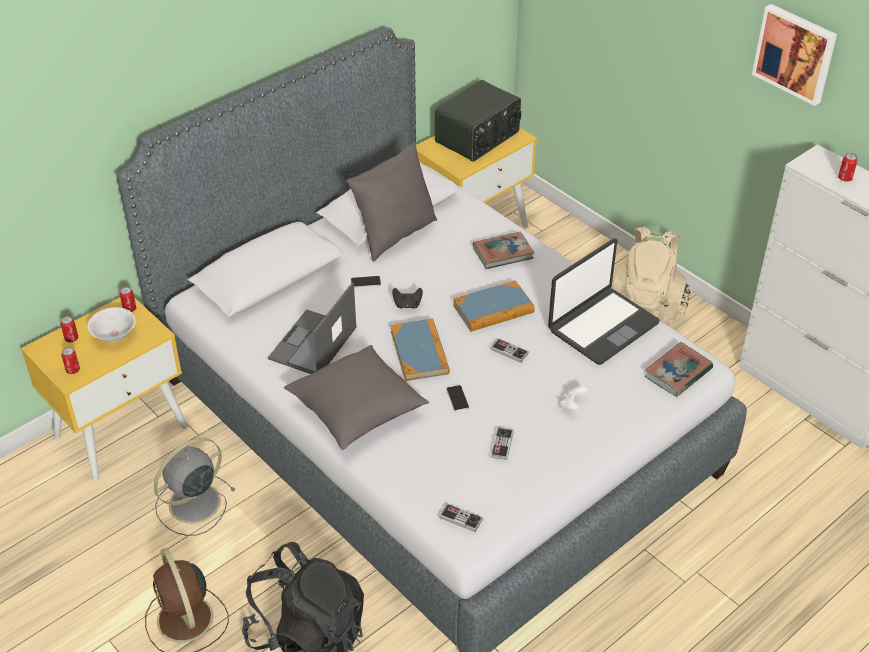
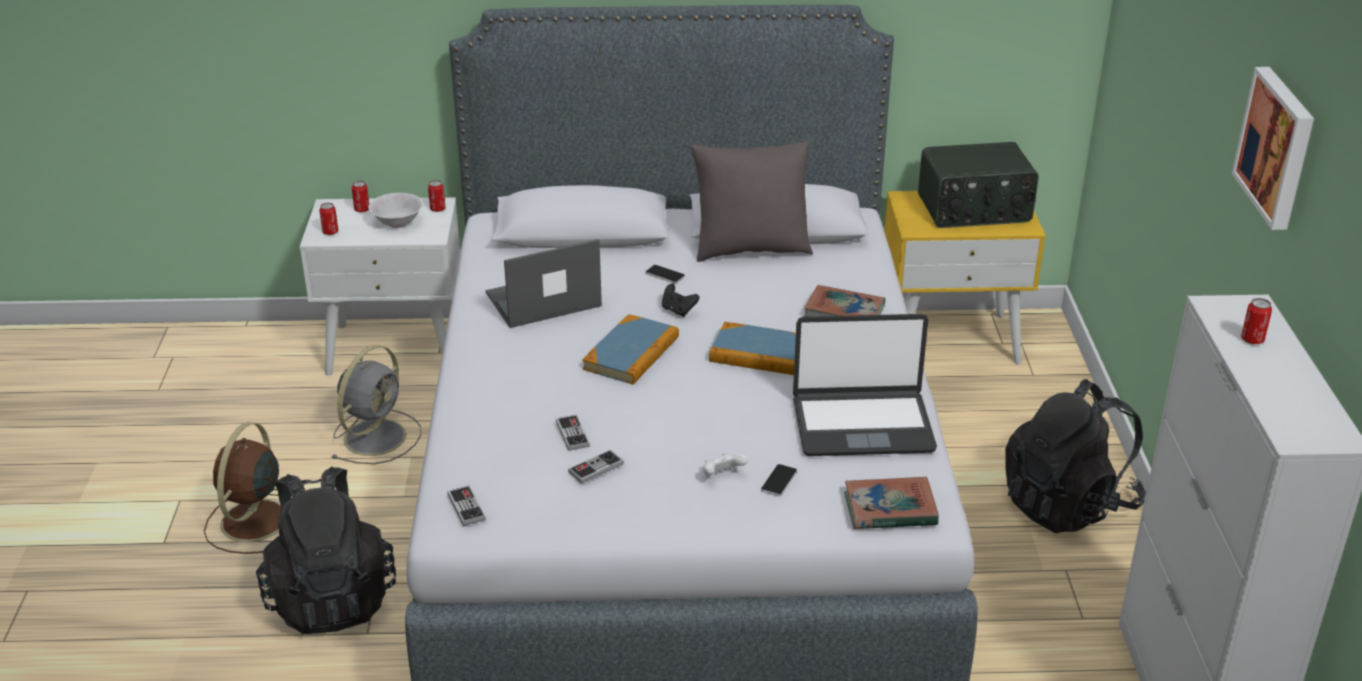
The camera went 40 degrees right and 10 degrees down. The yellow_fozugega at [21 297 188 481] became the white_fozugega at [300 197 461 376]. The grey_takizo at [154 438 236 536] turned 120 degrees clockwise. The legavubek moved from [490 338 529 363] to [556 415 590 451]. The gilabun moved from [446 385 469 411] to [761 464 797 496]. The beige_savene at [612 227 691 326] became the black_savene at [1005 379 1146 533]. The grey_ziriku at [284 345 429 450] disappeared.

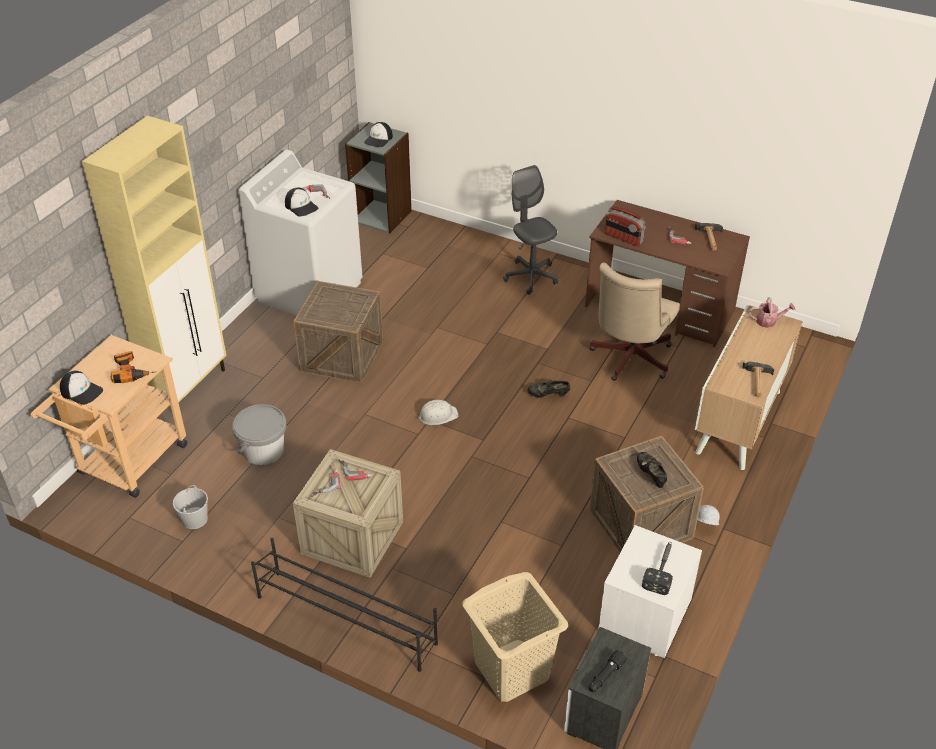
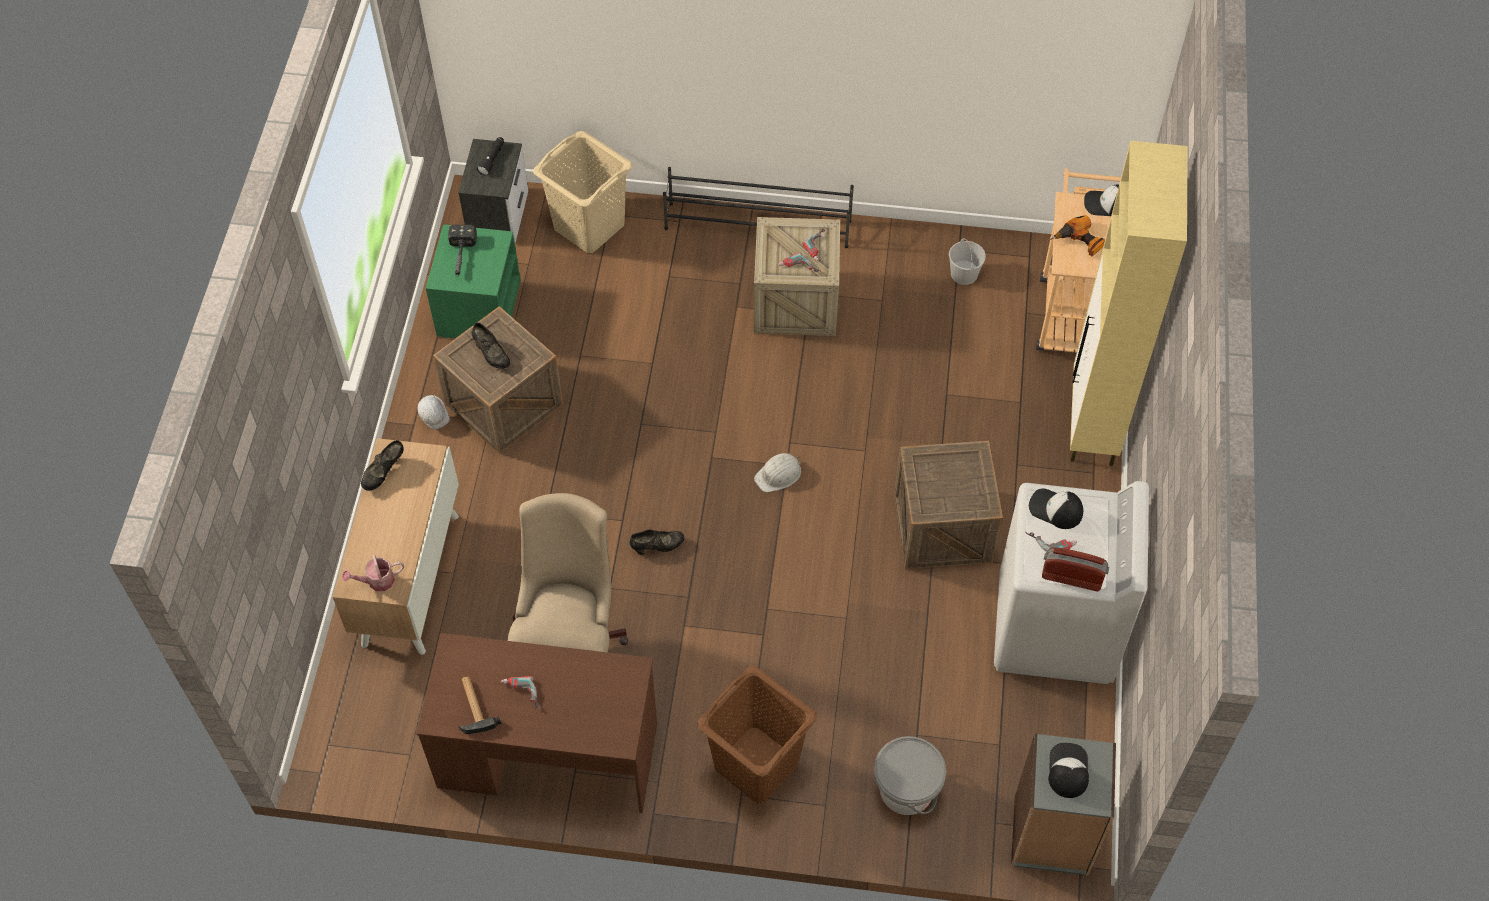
The camera went 160 degrees right and 15 degrees up. The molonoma at [743 361 774 397] was replaced by the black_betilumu at [361 440 404 491]. The white_fozugega at [598 525 702 658] became the green_fozugega at [426 224 521 338]. The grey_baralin at [503 165 558 295] was replaced by the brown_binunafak at [697 666 817 804]. The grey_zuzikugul moved from [232 404 287 465] to [874 736 946 815]. The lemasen moved from [605 206 646 246] to [1042 547 1109 591].

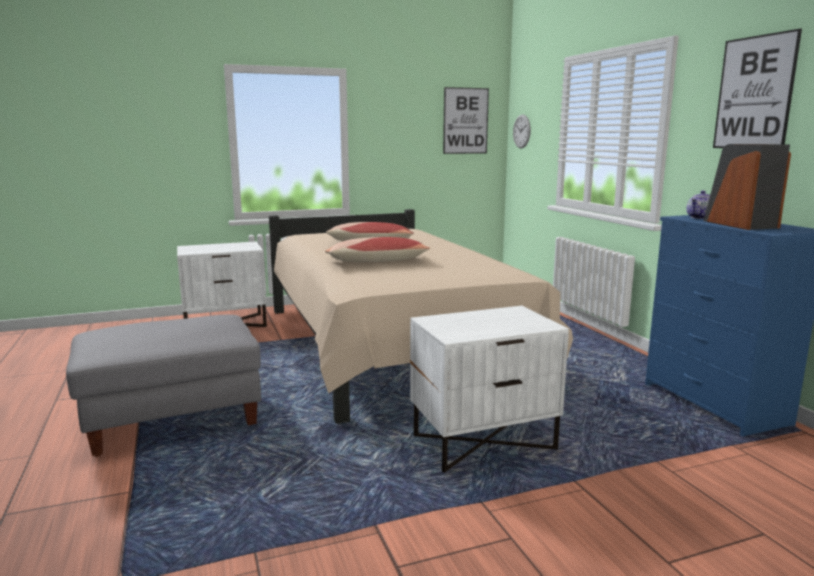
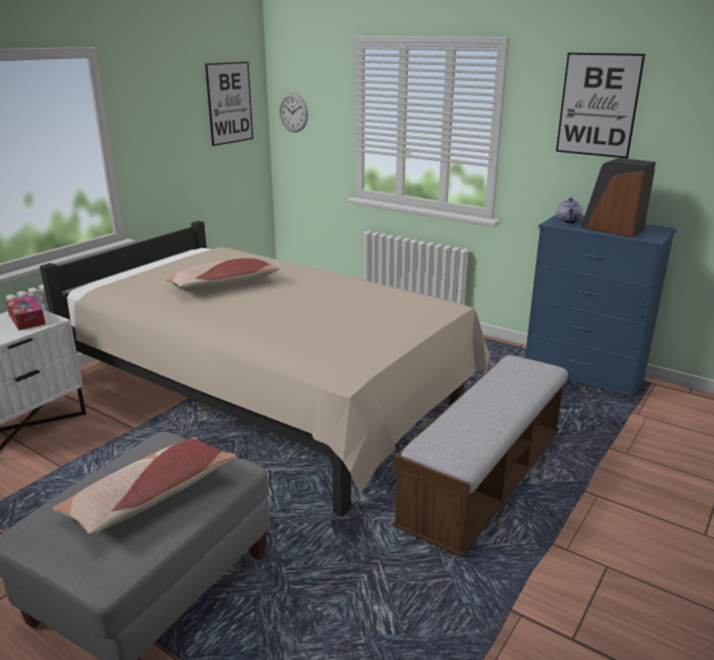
The camera went 35 degrees left and 10 degrees up. The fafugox at [6 296 45 330] appeared. The ziriku moved from [325 237 430 262] to [53 438 237 534]. The white_fozugega at [410 306 569 473] was replaced by the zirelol at [392 354 568 558].

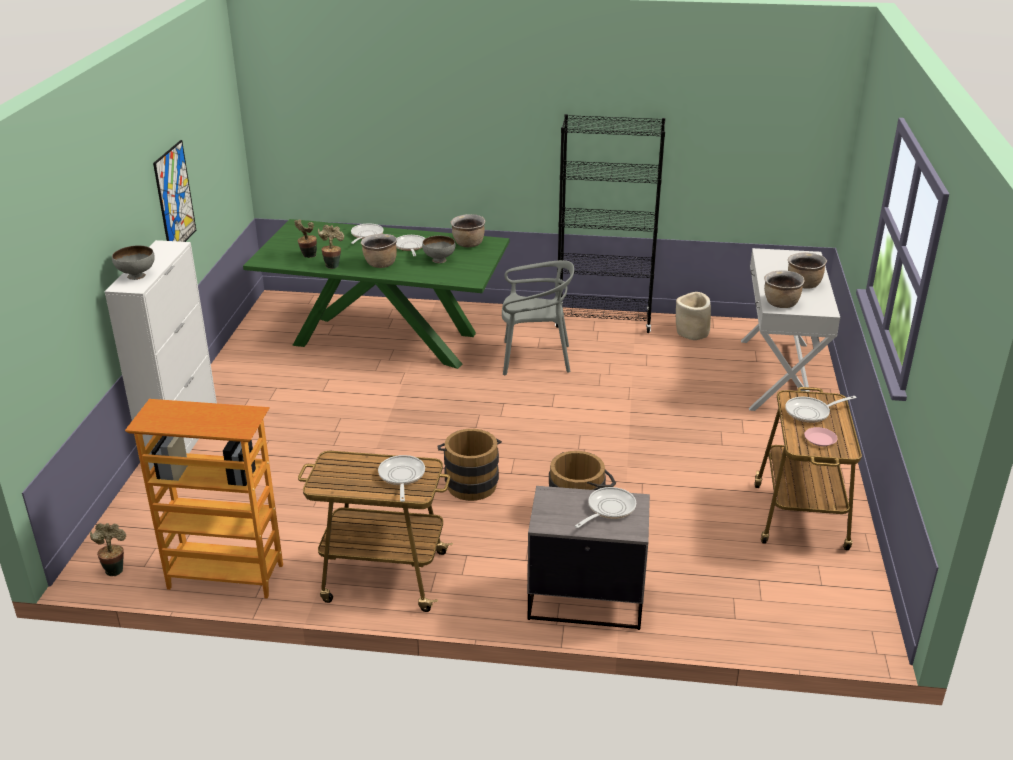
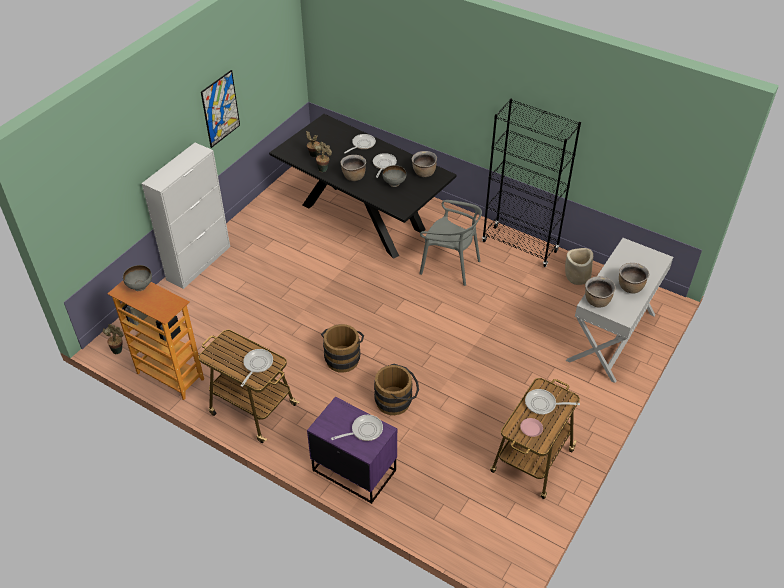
The camera went 25 degrees right and 15 degrees up. The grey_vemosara moved from [112 245 155 280] to [123 265 152 291]. The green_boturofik at [243 219 509 369] became the black_boturofik at [269 114 456 259]. The grey_fozugega at [527 486 650 630] became the purple_fozugega at [307 397 397 504].

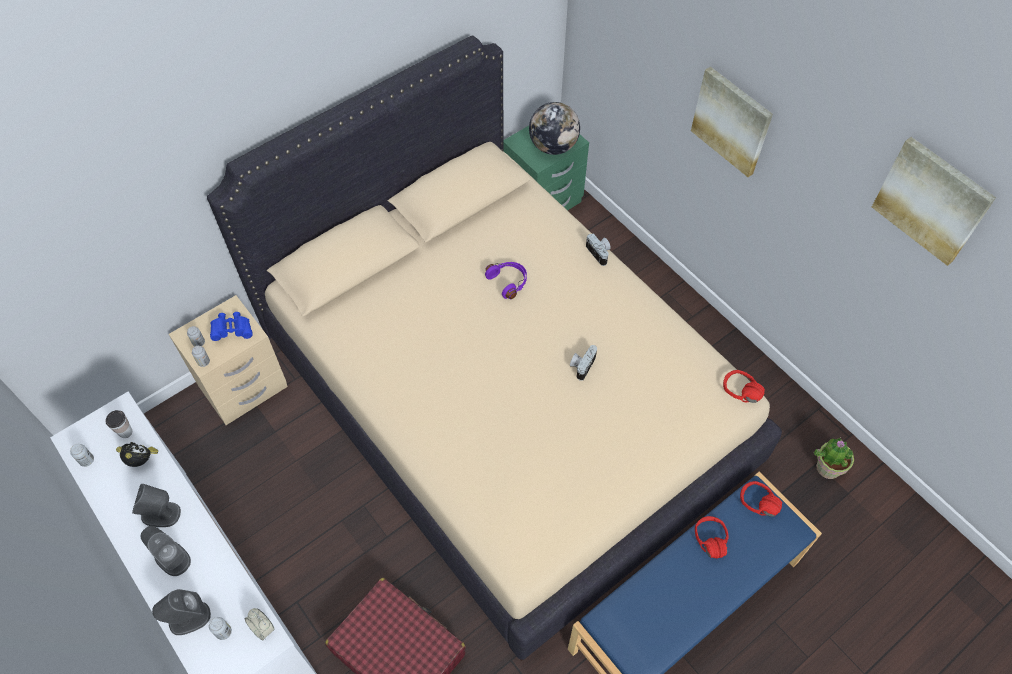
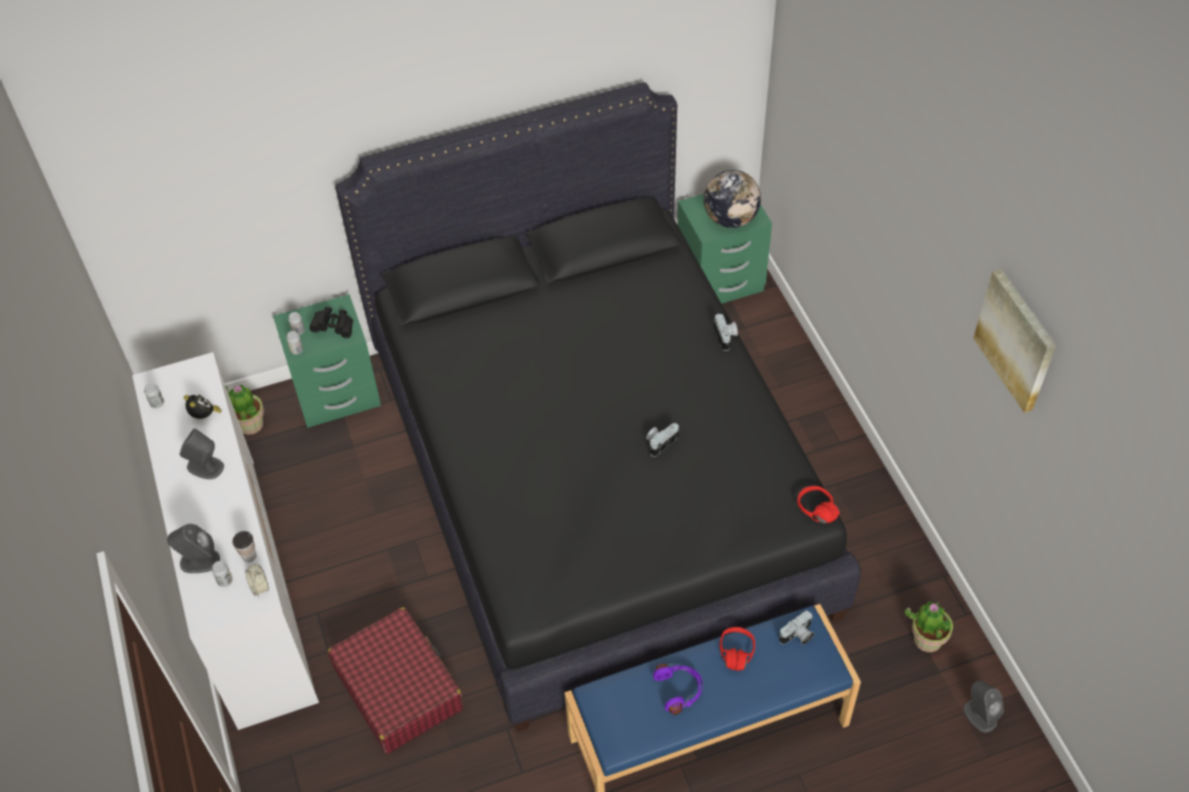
The camera went 20 degrees right and 5 degrees down. The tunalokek at [225 385 264 435] appeared. The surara moved from [105 410 132 438] to [232 531 256 562]. The beige_fozugega at [169 295 288 425] became the green_fozugega at [273 294 381 428]. The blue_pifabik at [210 312 253 341] became the black_pifabik at [309 307 353 338]. The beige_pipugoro at [207 35 782 661] became the black_pipugoro at [335 82 861 732]. The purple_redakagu moved from [485 262 527 299] to [653 664 703 715]. The red_redakagu at [740 481 782 517] was replaced by the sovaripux at [779 611 814 645]. The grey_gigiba moved from [141 526 191 576] to [963 681 1004 732]. The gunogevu at [691 67 773 177] disappeared.

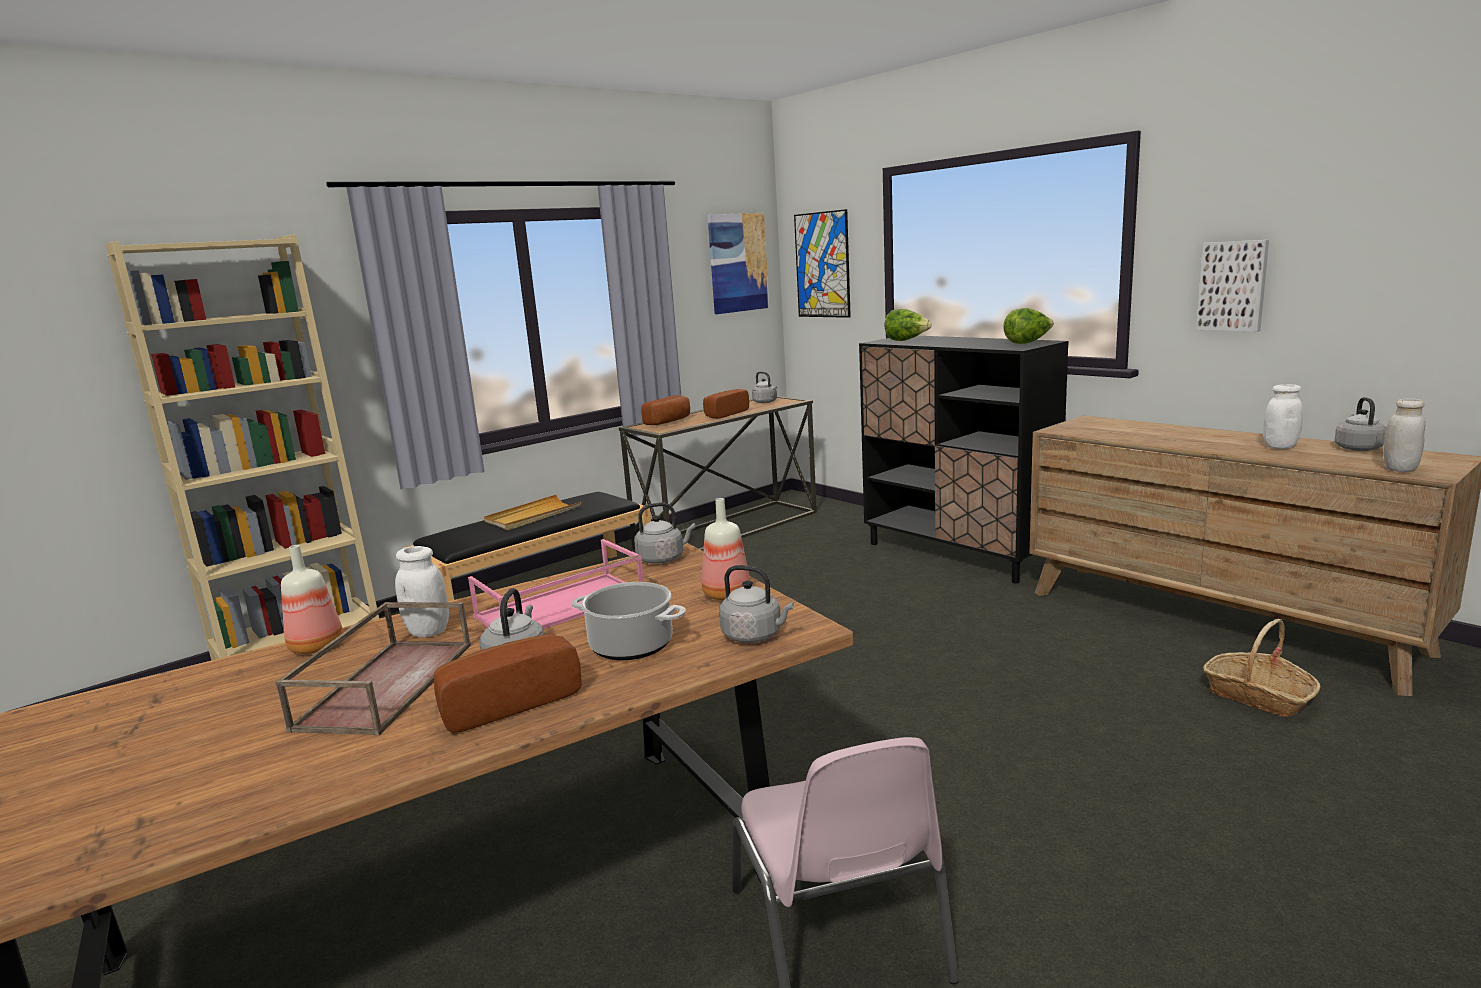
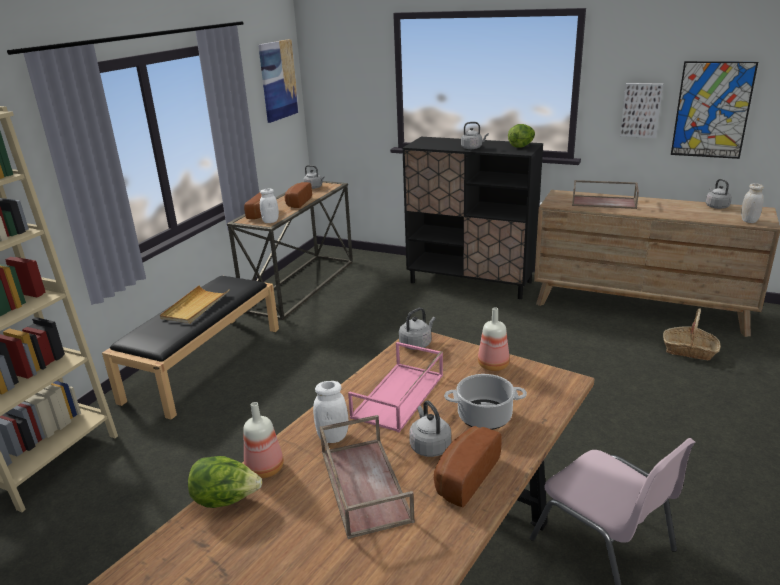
The camera went 25 degrees left and 10 degrees up. The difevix moved from [884 309 932 341] to [188 456 262 508]. The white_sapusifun moved from [1263 384 1303 449] to [260 189 279 223]. The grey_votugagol moved from [719 565 794 643] to [461 122 489 149]. The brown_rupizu at [572 180 639 209] appeared. The gunogevu moved from [794 209 851 318] to [671 61 758 159].

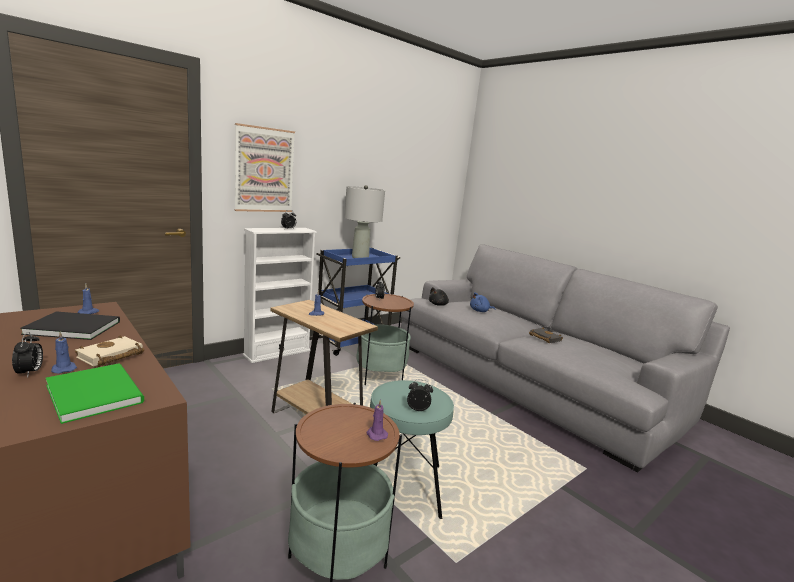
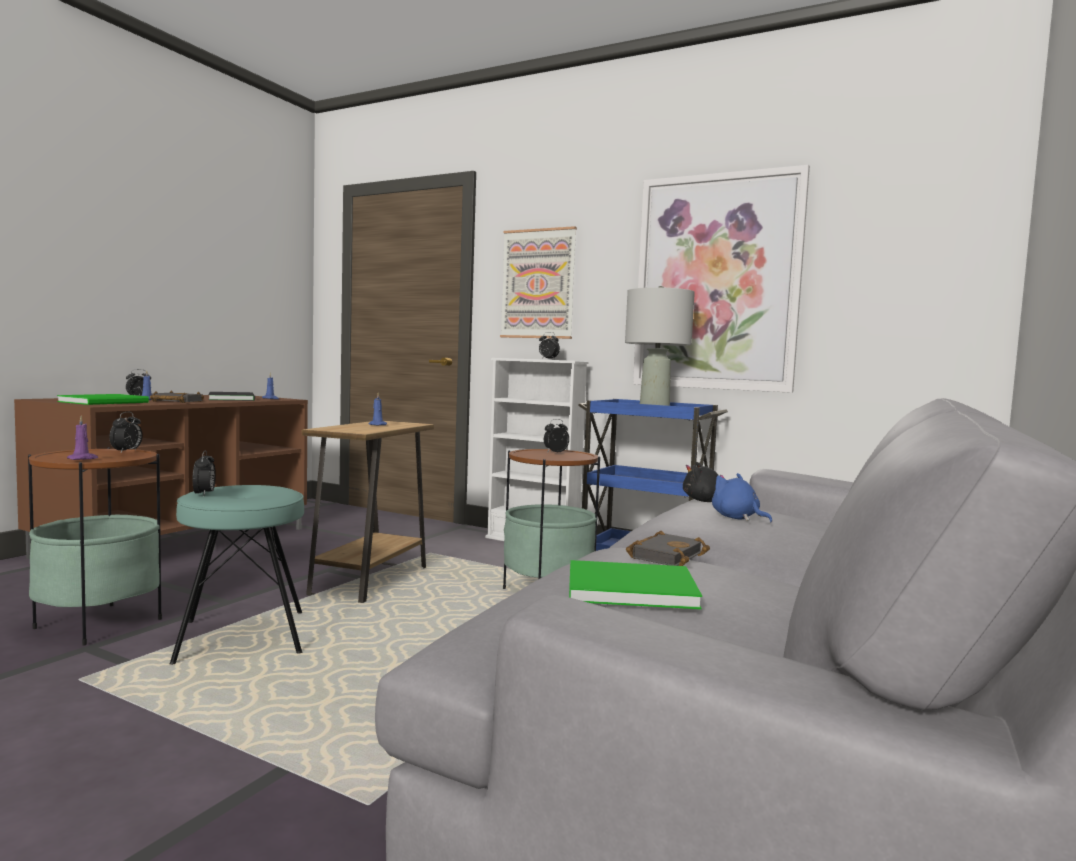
The camera went 70 degrees right and 10 degrees down. The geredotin at [109 412 143 453] appeared. The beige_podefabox at [75 335 144 367] became the black_podefabox at [150 391 204 403]. The green_podefabox at [569 560 702 609] appeared. The gunogevu at [633 165 810 393] appeared.

